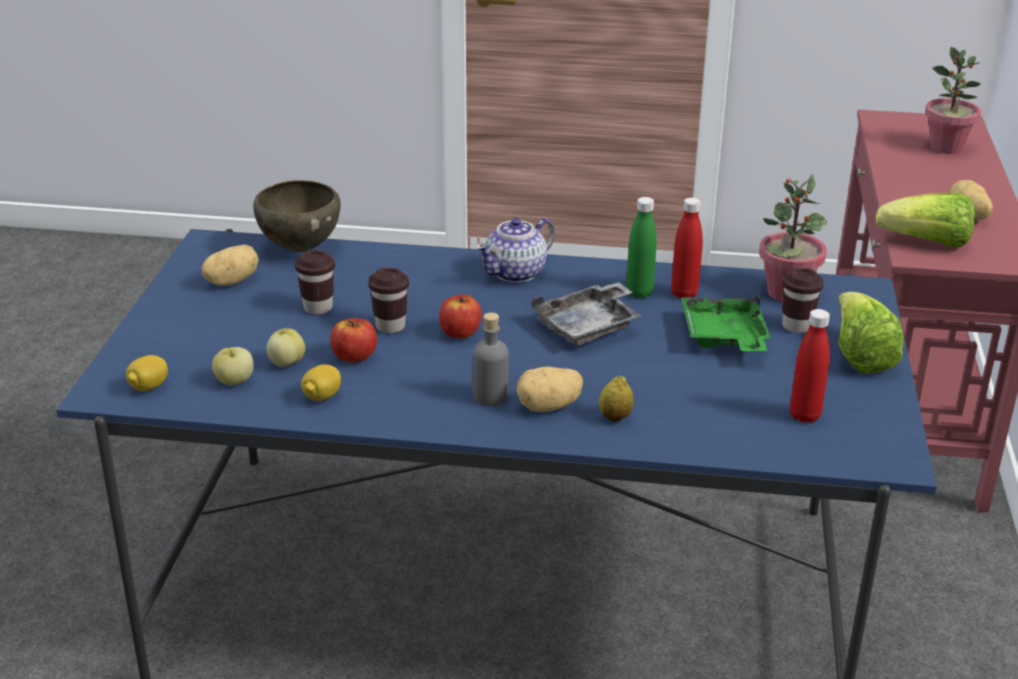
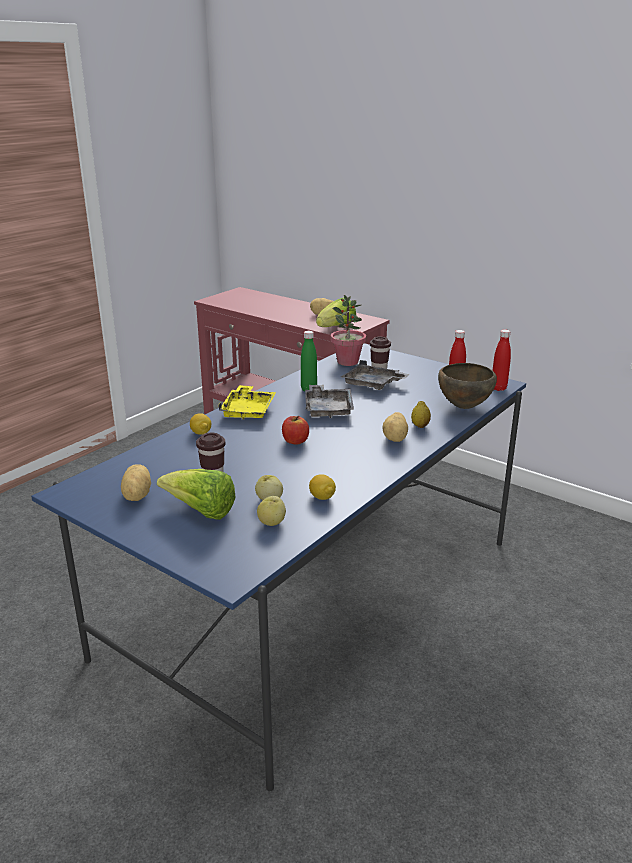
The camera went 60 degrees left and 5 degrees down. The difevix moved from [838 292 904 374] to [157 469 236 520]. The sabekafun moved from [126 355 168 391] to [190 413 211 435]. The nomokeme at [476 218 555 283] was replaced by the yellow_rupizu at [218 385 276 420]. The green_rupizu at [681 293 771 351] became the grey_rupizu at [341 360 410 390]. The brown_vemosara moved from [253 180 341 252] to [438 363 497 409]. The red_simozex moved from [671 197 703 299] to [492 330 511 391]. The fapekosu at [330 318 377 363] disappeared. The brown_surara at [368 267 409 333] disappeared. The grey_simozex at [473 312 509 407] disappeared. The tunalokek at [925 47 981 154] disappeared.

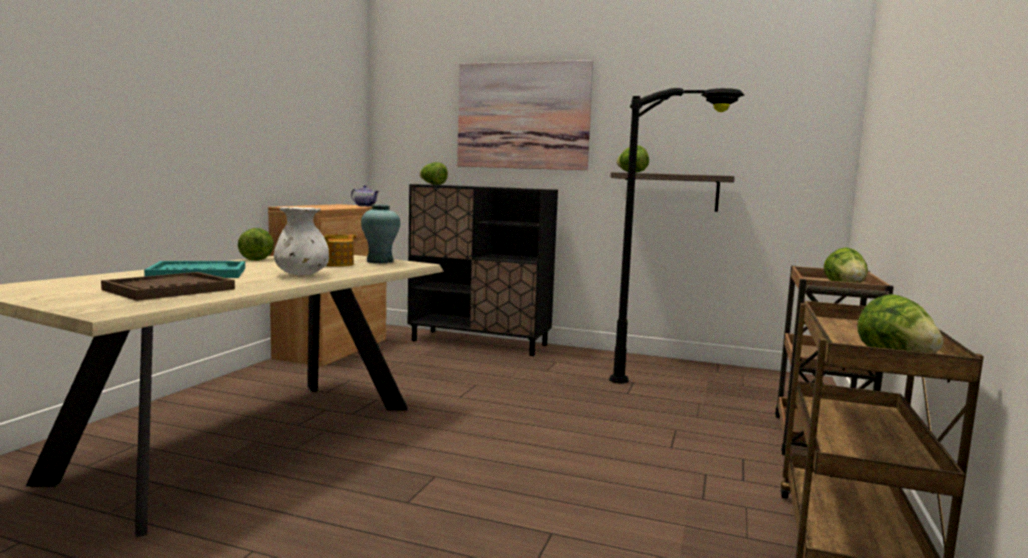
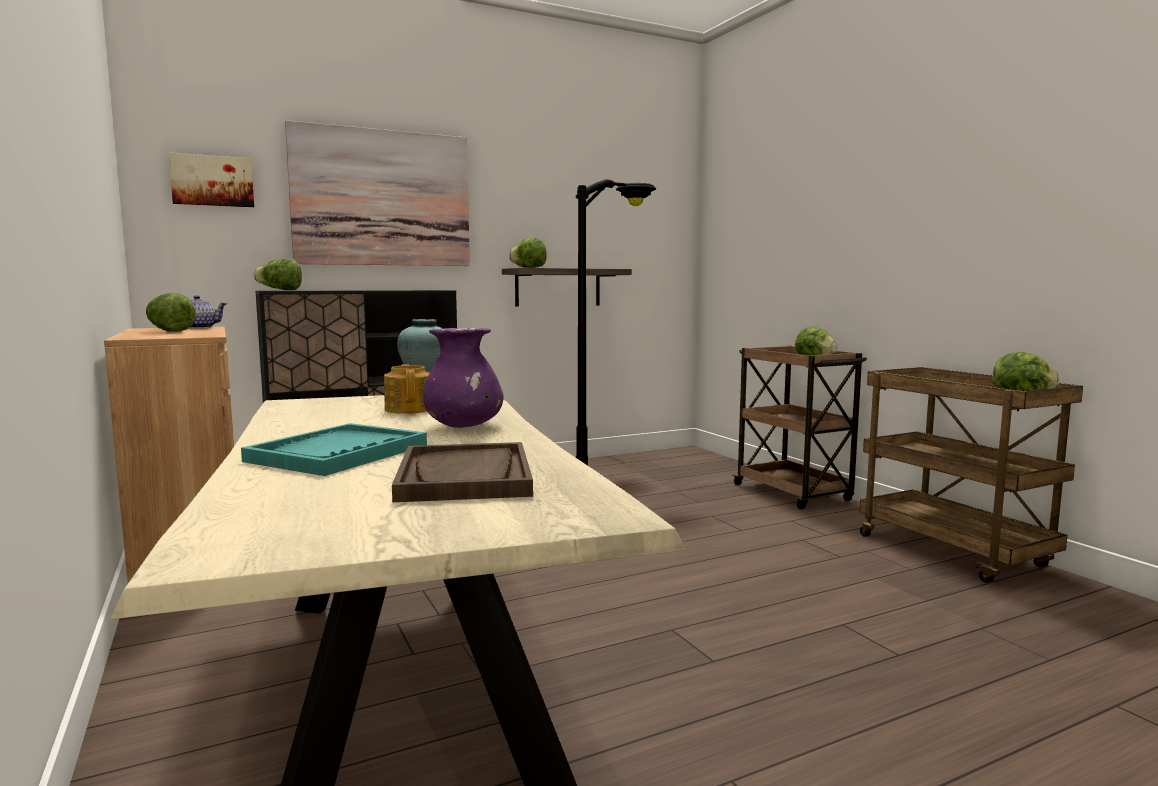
The camera went 45 degrees left and 0 degrees up. The difevix moved from [238 228 274 261] to [146 293 196 332]. The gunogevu at [169 153 254 207] appeared. The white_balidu at [274 207 329 275] became the purple_balidu at [423 328 504 428].

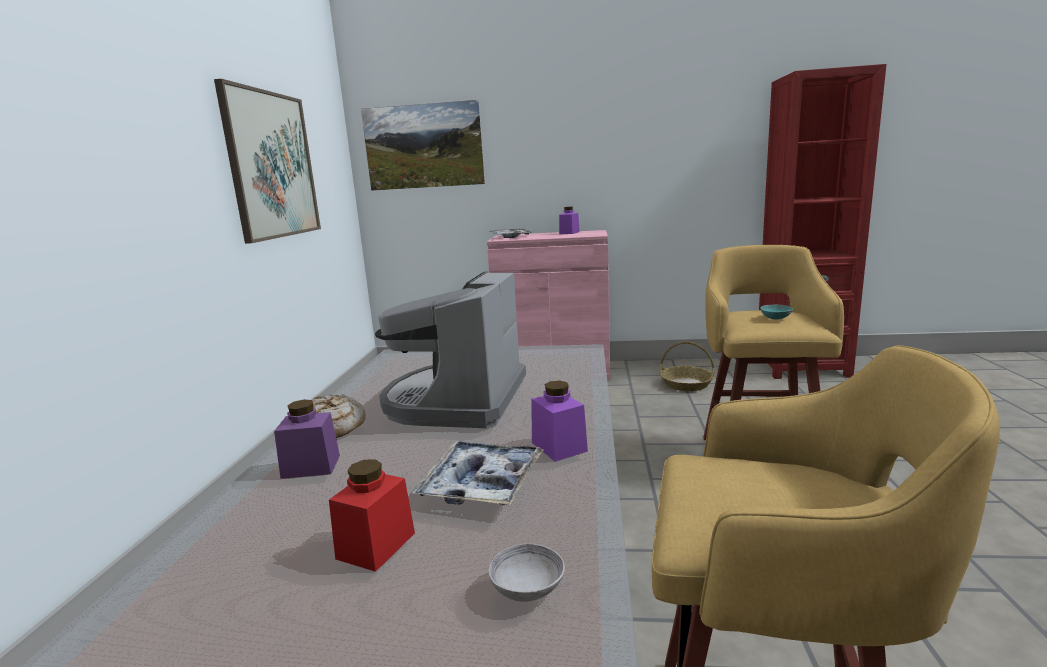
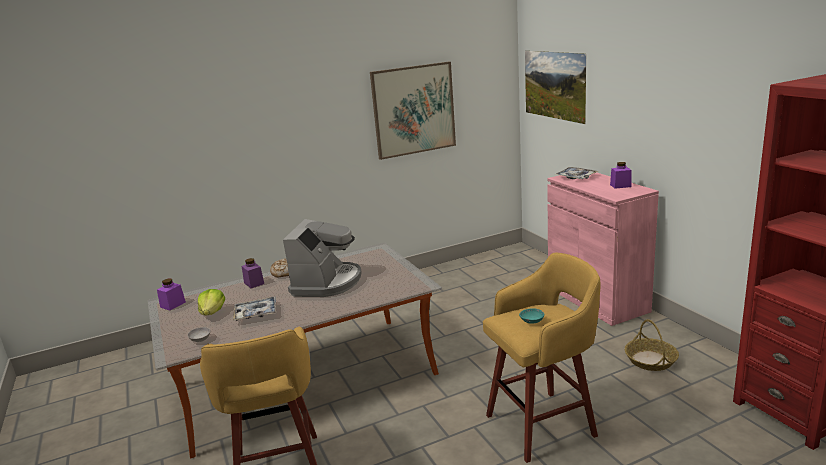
The camera went 60 degrees right and 5 degrees up. The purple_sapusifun moved from [531 381 588 461] to [157 279 186 310]. The red_sapusifun at [329 459 415 572] was replaced by the difevix at [198 289 225 316]. The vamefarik at [375 271 526 428] turned 120 degrees clockwise.

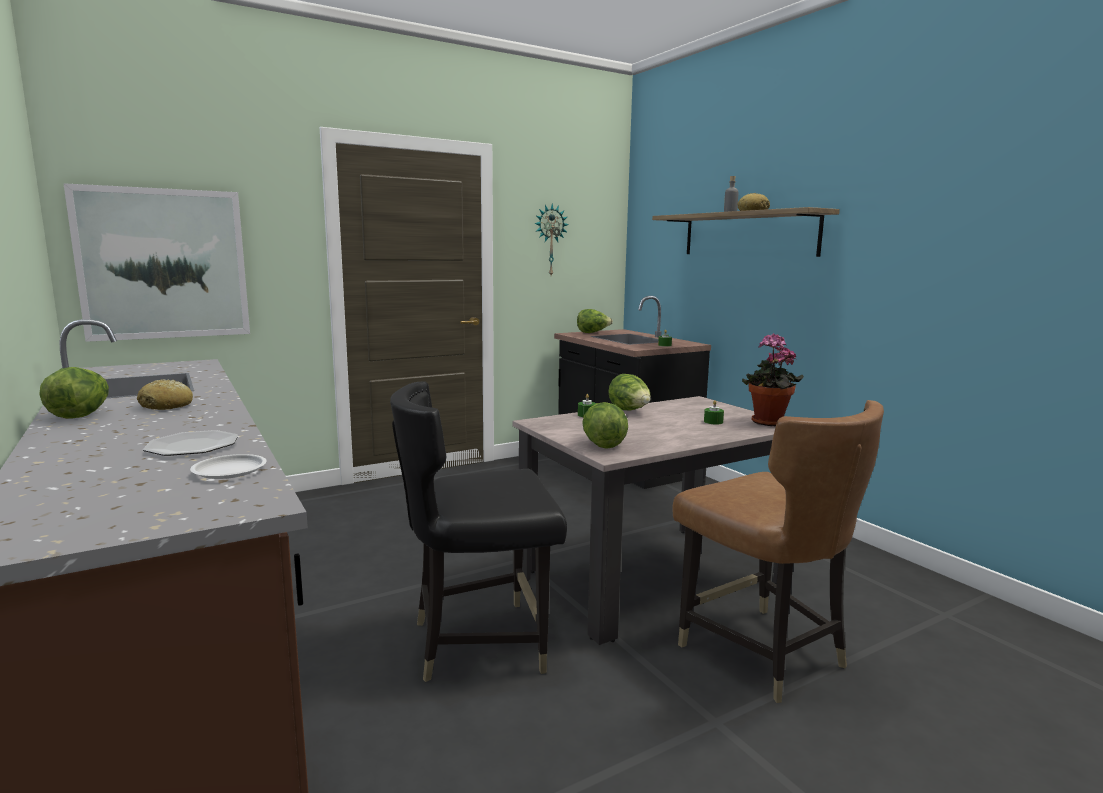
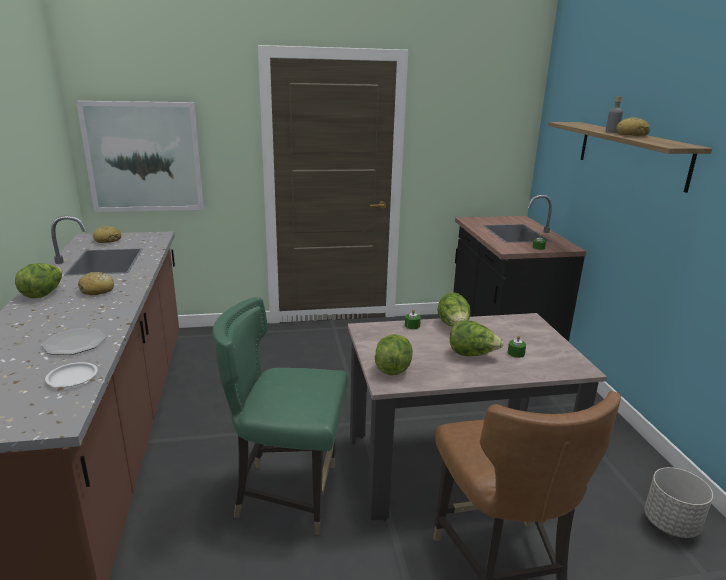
The camera went 20 degrees right and 10 degrees up. The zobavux at [93 226 121 243] appeared. The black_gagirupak at [390 381 567 682] became the green_gagirupak at [213 297 348 535]. The difevix moved from [577 309 613 333] to [450 321 504 356]. The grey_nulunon at [644 467 713 538] appeared. The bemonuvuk at [534 204 568 275] disappeared. The tunalokek at [742 333 804 426] disappeared.

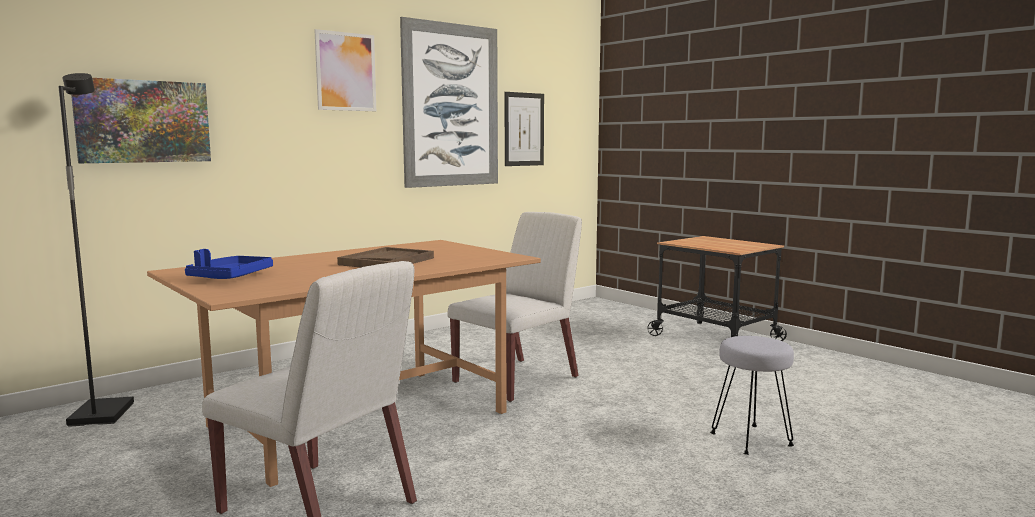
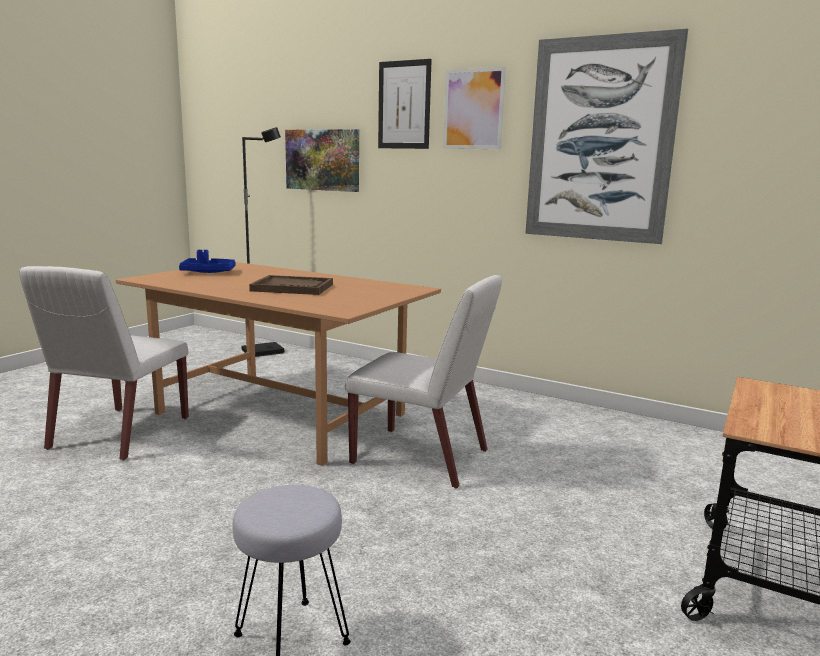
The camera went 70 degrees right and 5 degrees up. The gunogevu moved from [505 92 544 166] to [378 59 432 149].

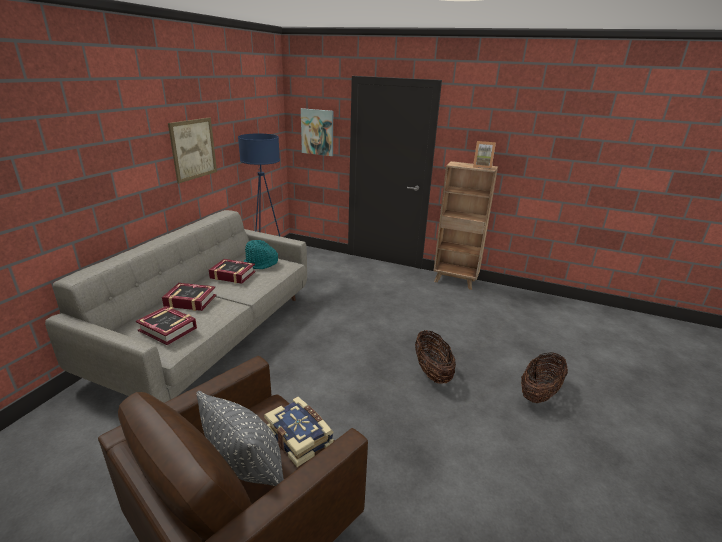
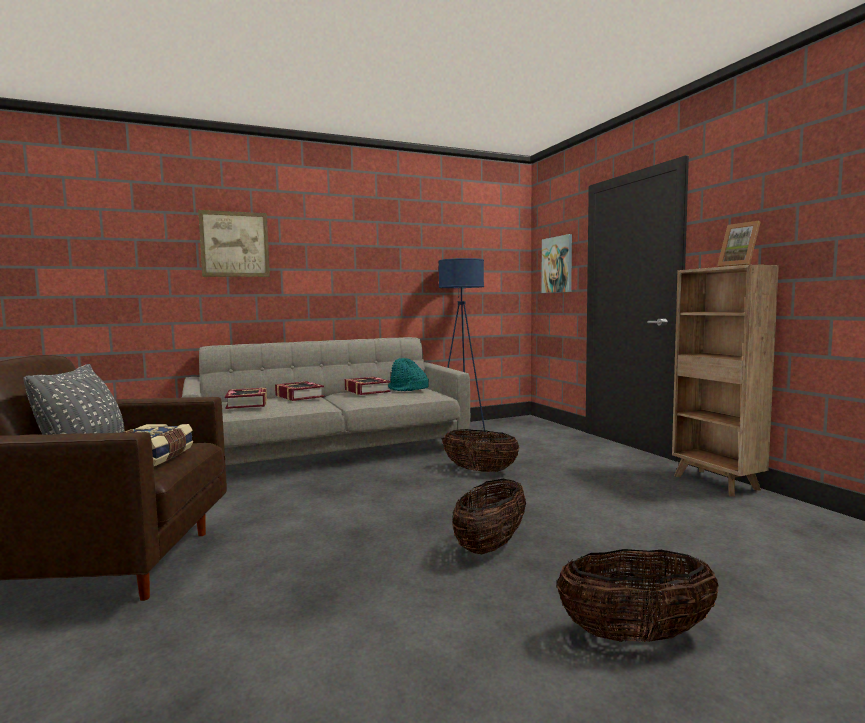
The camera went 45 degrees right and 20 degrees down. The gunogevu moved from [168 118 217 183] to [198 210 270 277]. The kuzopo at [443 429 519 472] appeared.

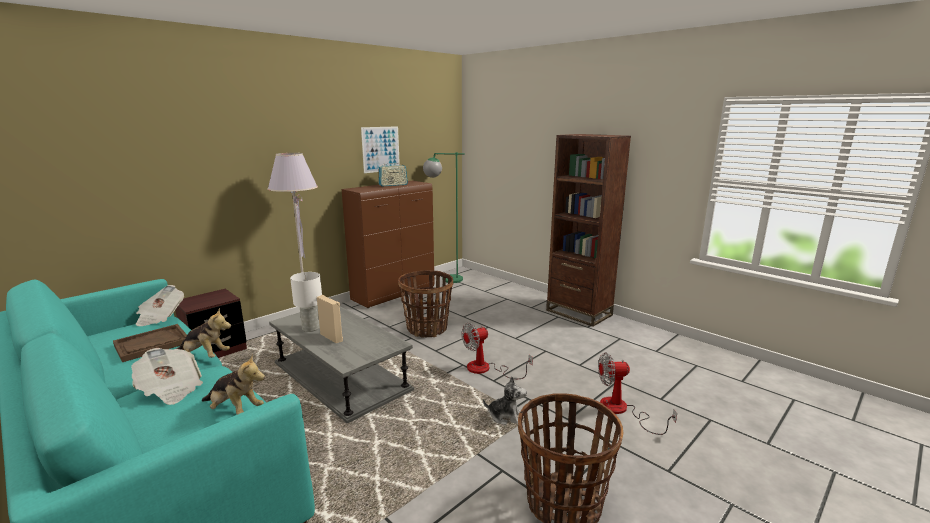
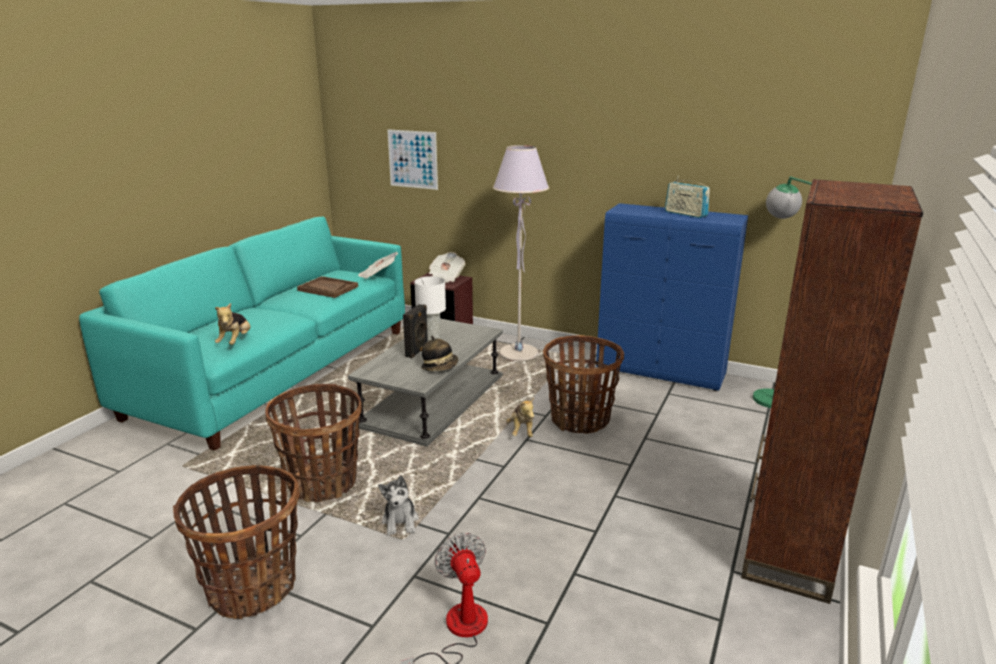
The camera went 70 degrees right and 5 degrees up. The kuzopo at [265 384 362 502] appeared. The gunogevu moved from [361 126 400 173] to [387 129 438 190]. The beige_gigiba at [317 295 343 343] became the black_gigiba at [403 304 428 358]. The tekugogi at [421 336 458 371] appeared. The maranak moved from [131 348 203 405] to [429 252 465 283]. The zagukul moved from [177 308 231 358] to [506 398 534 437]. The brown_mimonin at [342 180 434 308] became the blue_mimonin at [596 203 748 391]. The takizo at [461 323 533 379] disappeared.

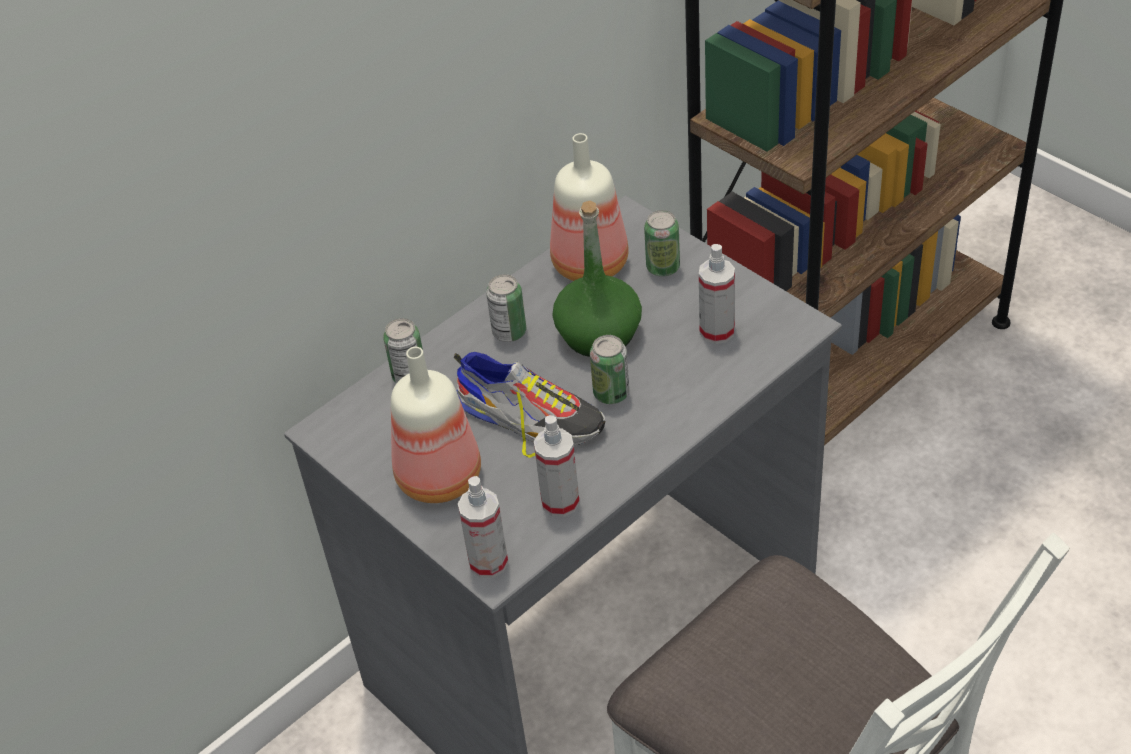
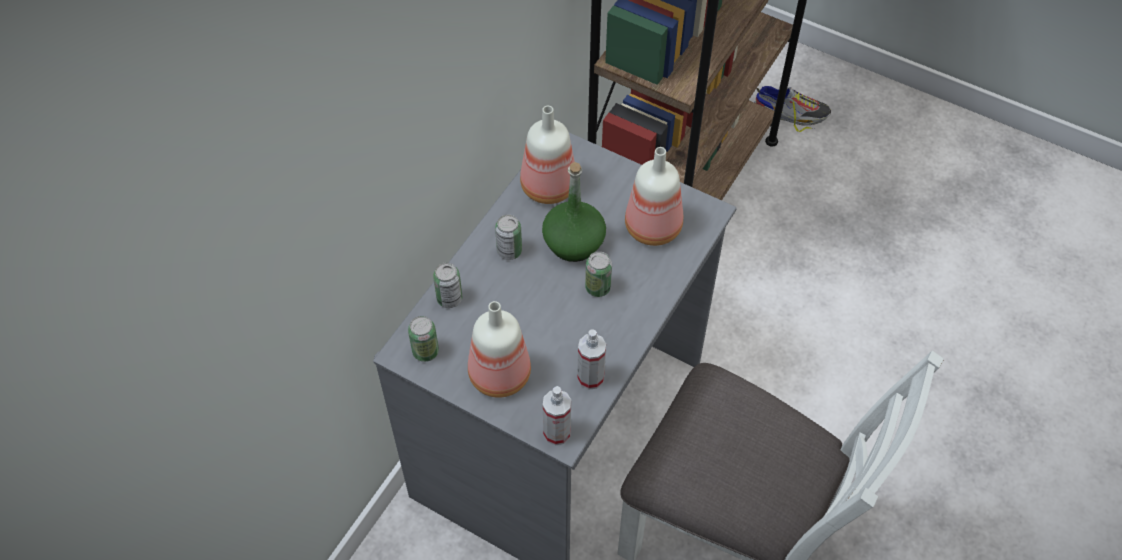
The camera went 20 degrees left and 10 degrees up. The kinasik moved from [644 210 680 277] to [408 316 439 362]. The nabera at [699 244 735 344] was replaced by the simozex at [625 147 683 246]. The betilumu moved from [454 352 605 458] to [754 86 831 132].

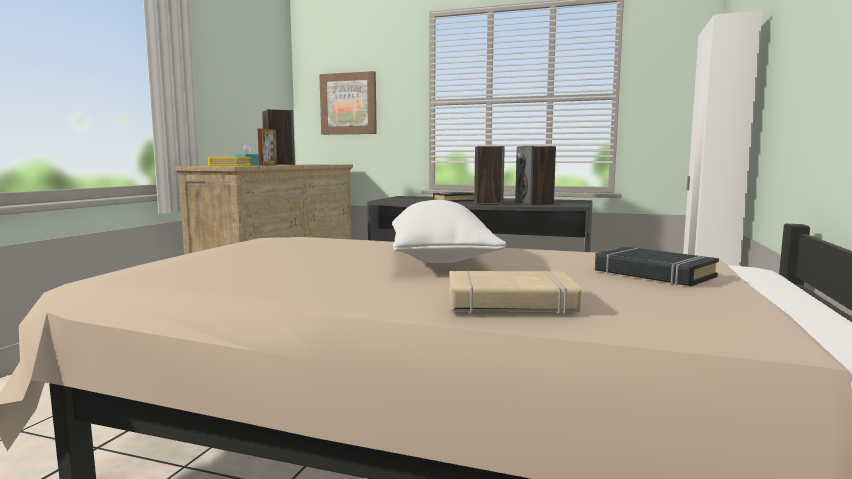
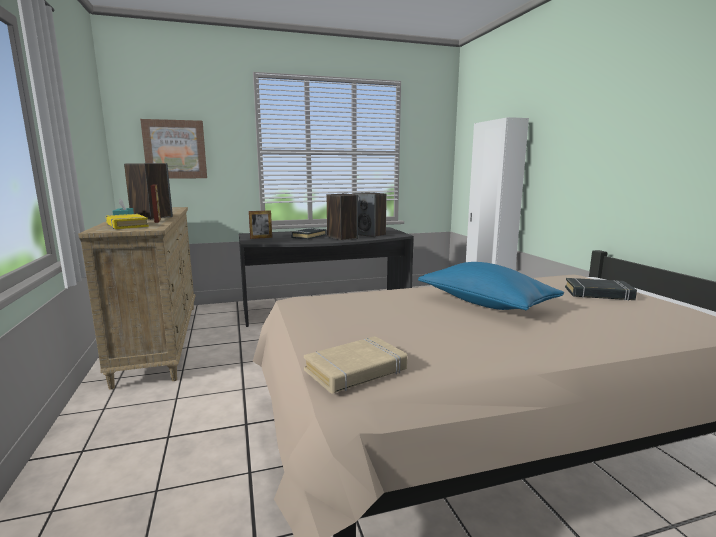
The camera went 35 degrees left and 5 degrees up. The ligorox at [249 210 272 239] appeared. The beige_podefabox moved from [449 270 582 314] to [304 336 407 394]. The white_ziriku at [392 200 507 263] became the blue_ziriku at [418 262 564 310].

